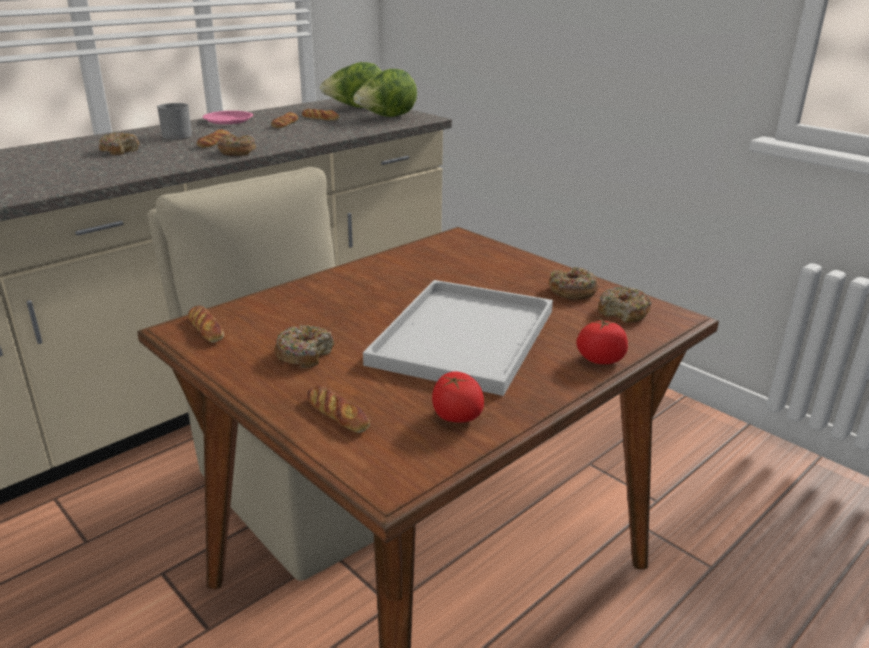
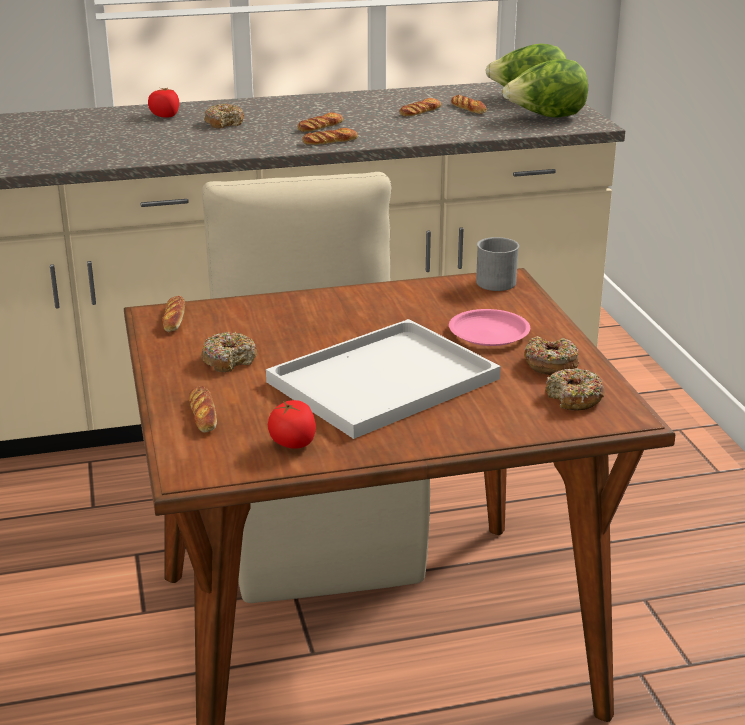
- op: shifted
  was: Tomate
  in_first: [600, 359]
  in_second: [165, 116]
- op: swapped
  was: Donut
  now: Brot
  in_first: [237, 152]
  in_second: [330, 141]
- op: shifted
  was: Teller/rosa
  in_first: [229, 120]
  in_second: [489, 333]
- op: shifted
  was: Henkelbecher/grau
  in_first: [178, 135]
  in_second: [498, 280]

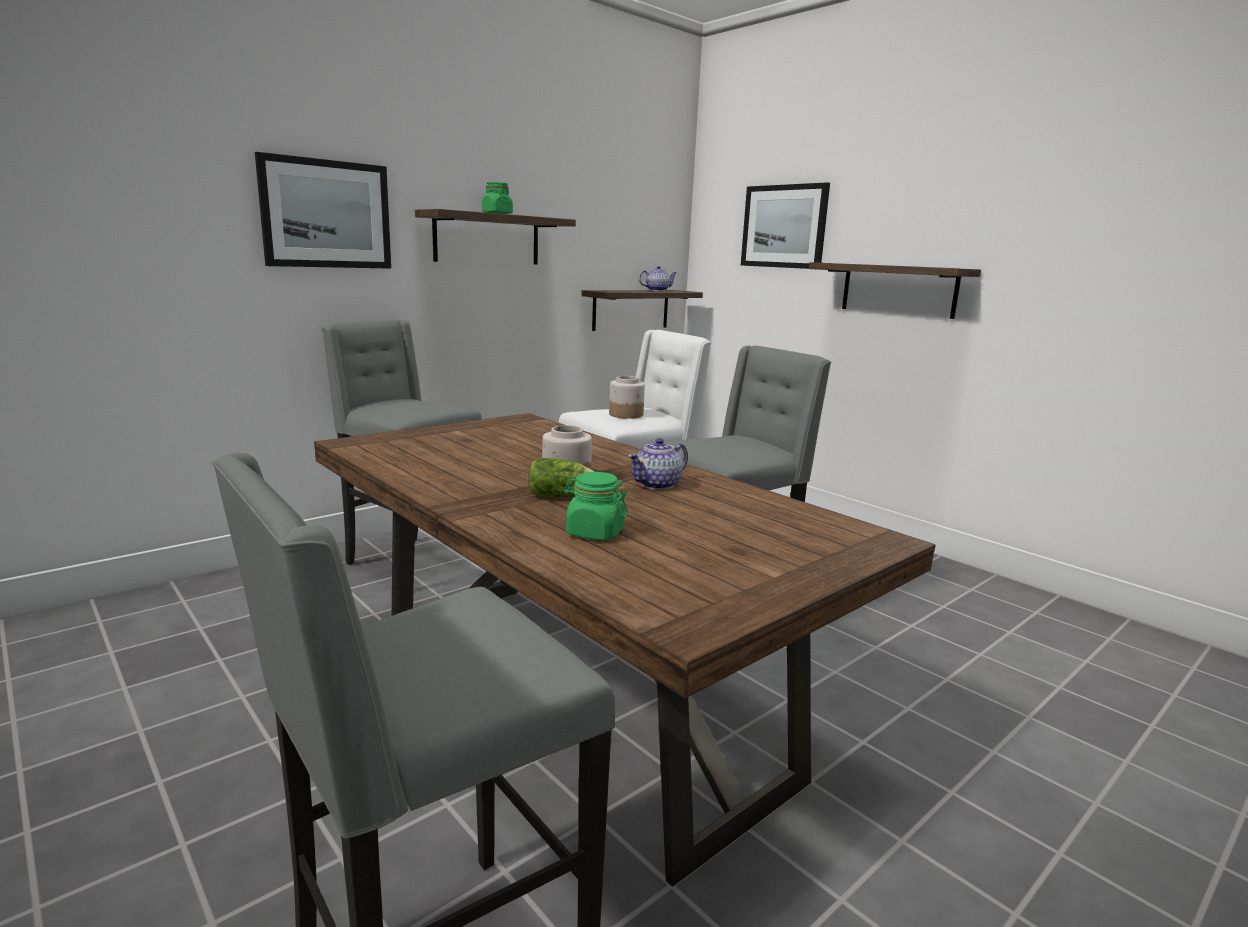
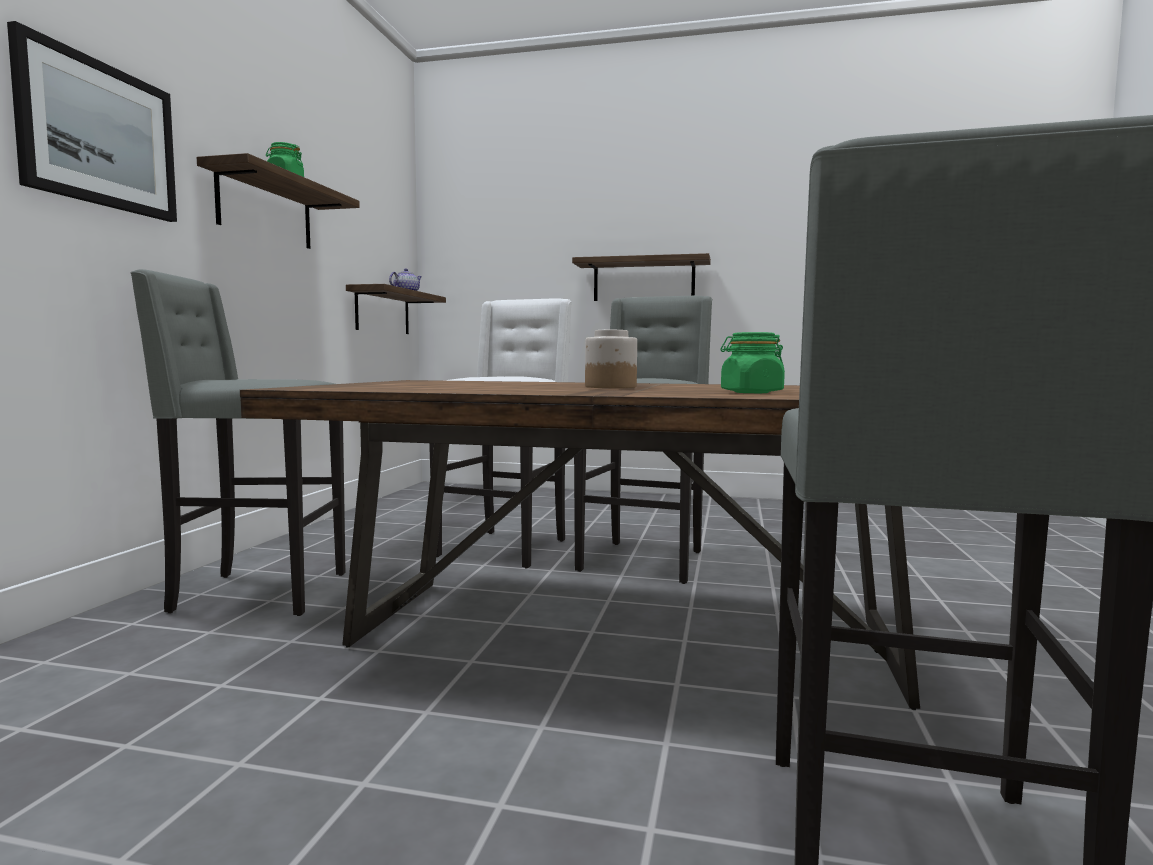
- op: gone
  was: Salatkopf
  in_first: [563, 496]
- op: gone
  was: Vorratsglas
  in_first: [626, 415]
- op: gone
  was: Teekanne
  in_first: [658, 485]
- op: gone
  was: Bild
  in_first: [784, 226]

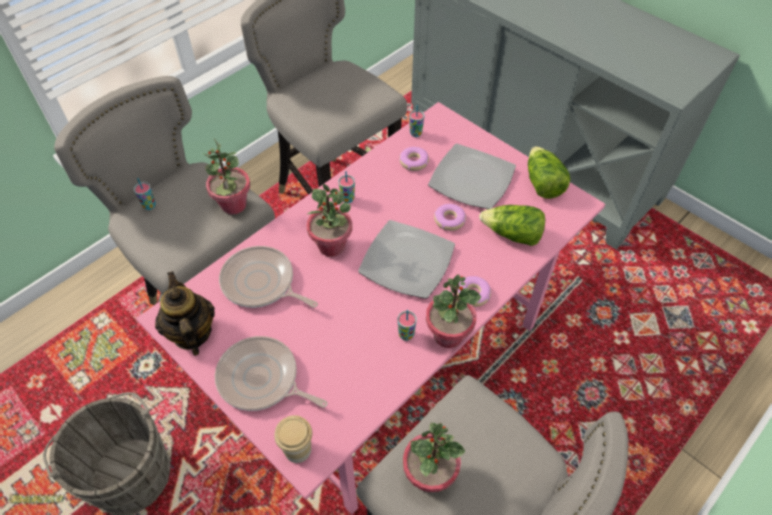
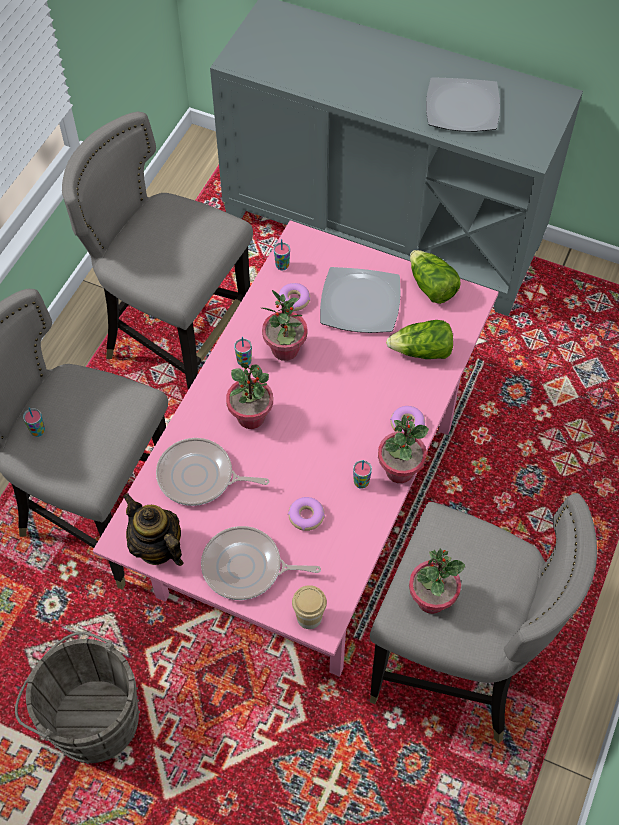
- op: shifted
  was: Topfpflanze
  in_first: [233, 205]
  in_second: [285, 350]
- op: shifted
  was: Donut
  in_first: [449, 220]
  in_second: [306, 516]
- op: shifted
  was: Teller
  in_first: [406, 262]
  in_second: [461, 108]

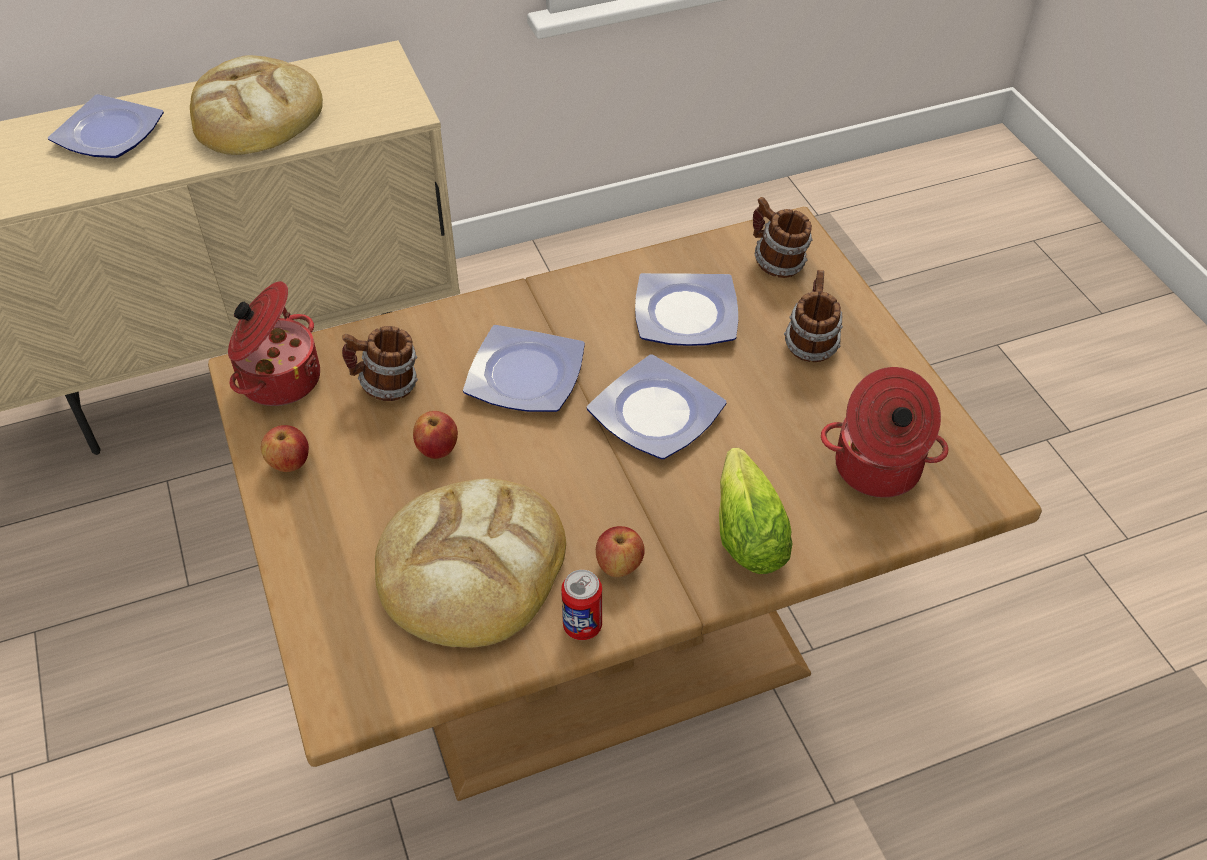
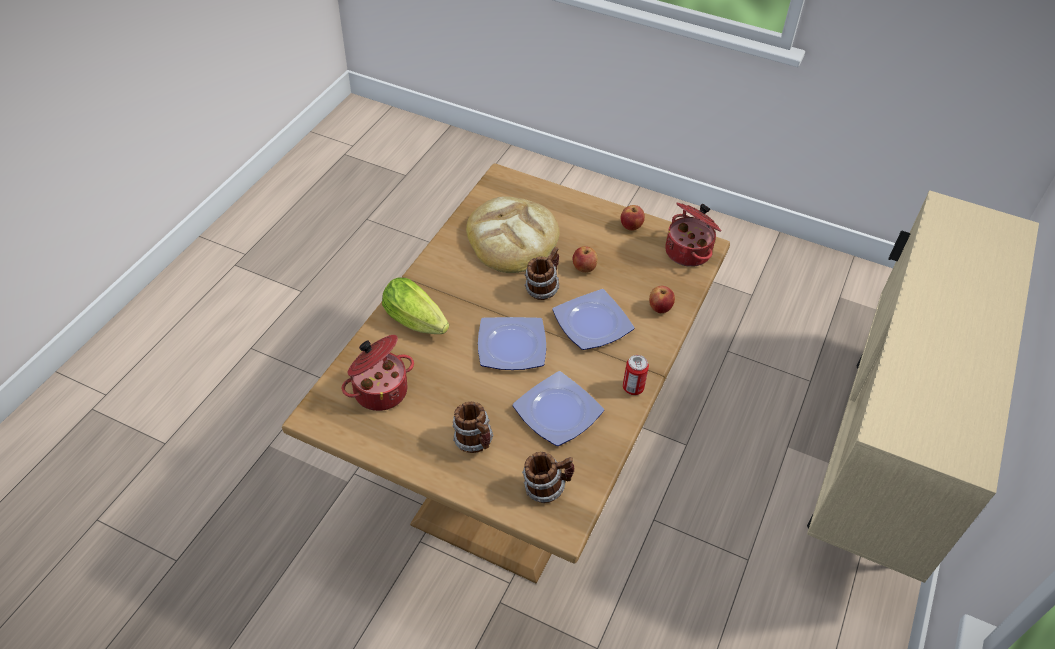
- op: shifted
  was: Henkelbecher
  in_first: [386, 386]
  in_second: [542, 288]
- op: shifted
  was: Dose
  in_first: [582, 626]
  in_second: [633, 388]
- op: shifted
  was: Apfel
  in_first: [619, 565]
  in_second: [660, 308]
- op: gone
  was: Teller
  in_first: [109, 135]
- op: gone
  was: Brot
  in_first: [256, 113]

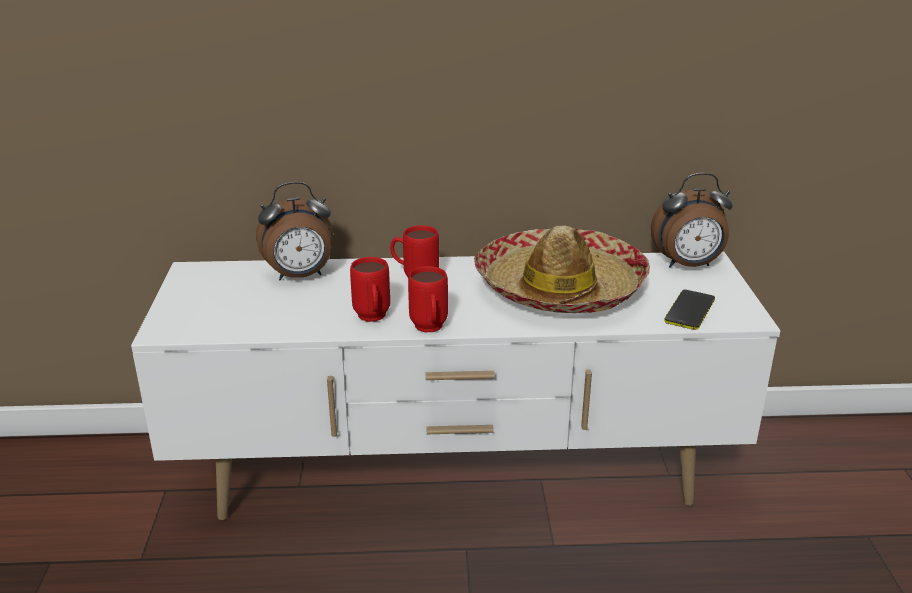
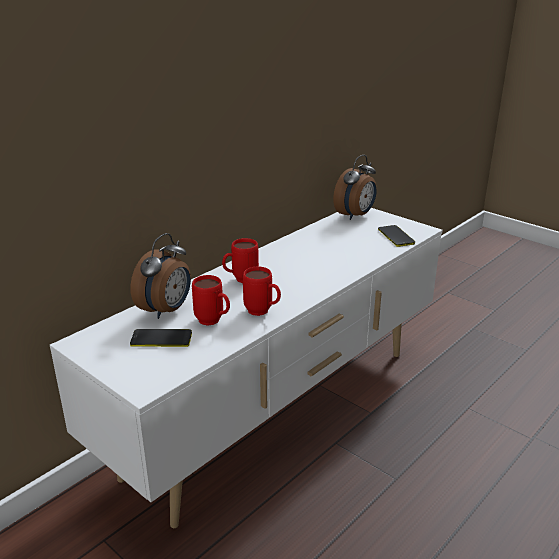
- op: new
  now: Handy
  in_second: [161, 339]
- op: shifted
  was: Henkelbecher/rot
  in_first: [429, 330]
  in_second: [213, 322]
- op: gone
  was: Hut
  in_first: [560, 288]

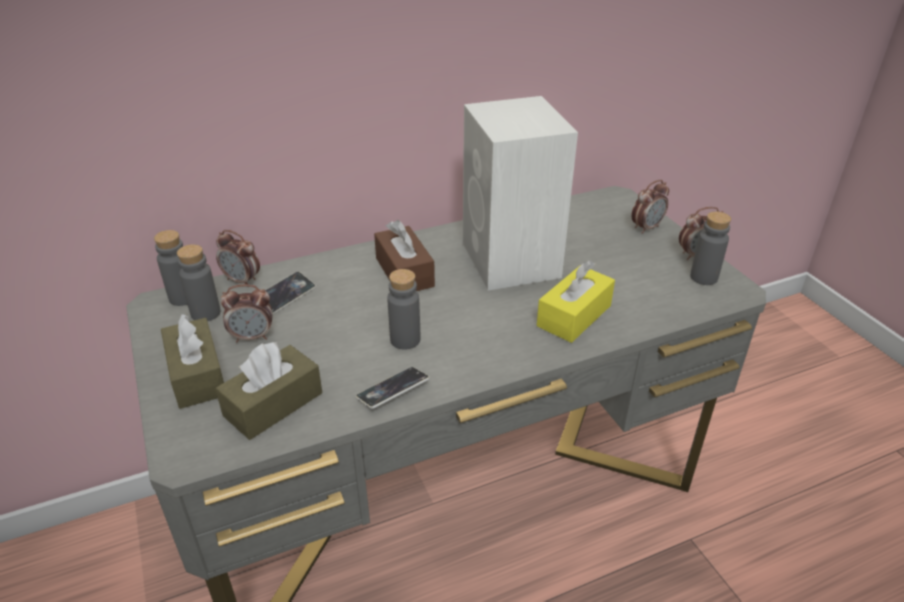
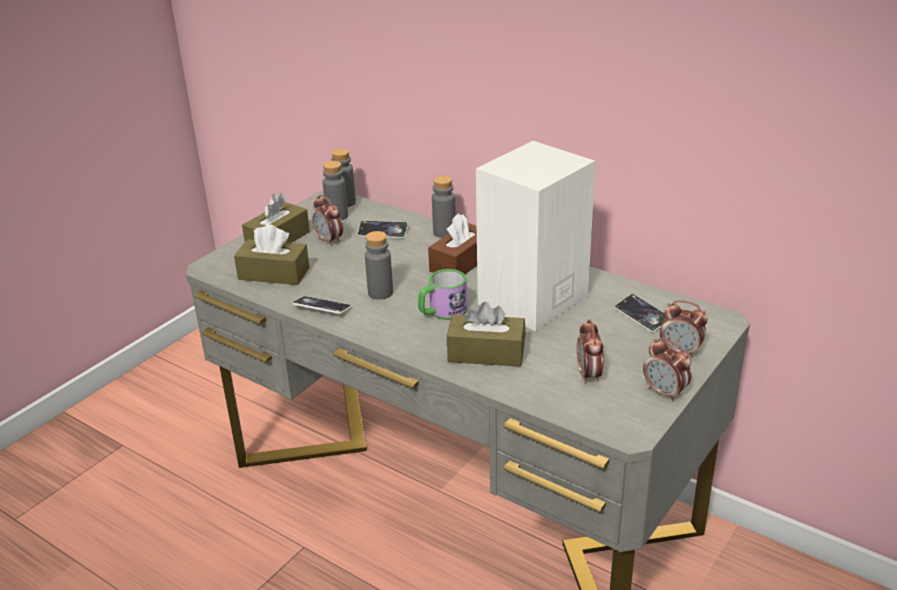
- op: new
  now: Henkelbecher
  in_second: [442, 312]
- op: shifted
  was: Flasche/grau
  in_first: [703, 277]
  in_second: [444, 233]
- op: repainted
  was: Taschentuchbox/gelb
  now: Taschentuchbox/braun
  in_first: [574, 316]
  in_second: [486, 353]
- op: shifted
  was: Wecker
  in_first: [242, 281]
  in_second: [589, 375]
- op: new
  now: Handy
  in_second: [642, 316]

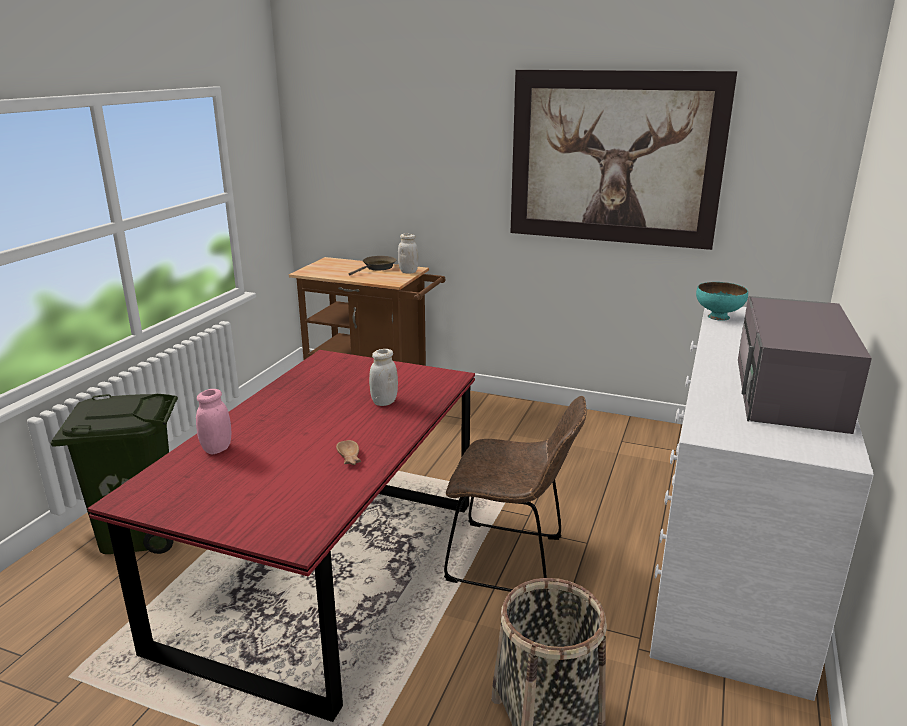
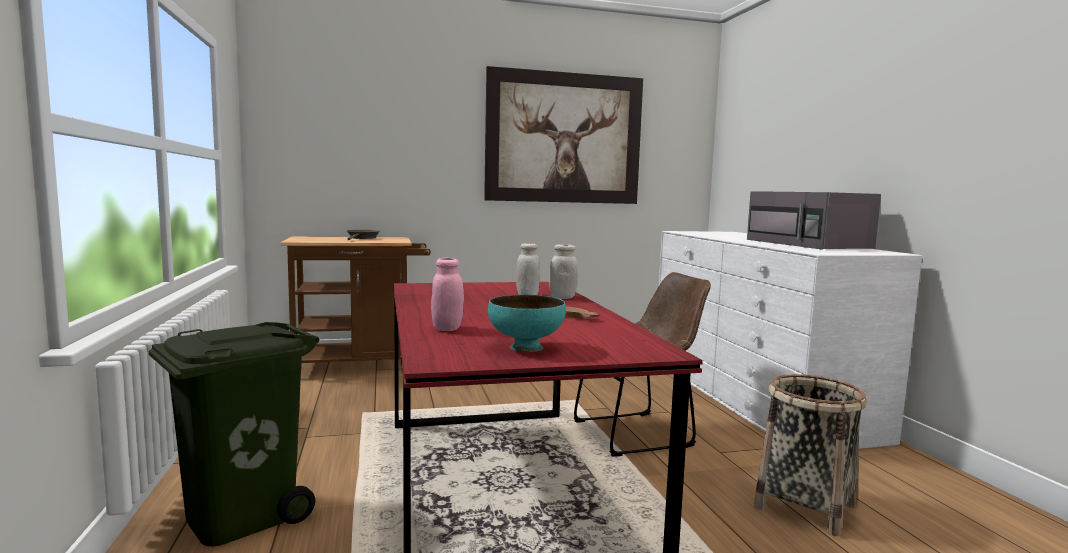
- op: shifted
  was: Schüssel/türkis
  in_first: [718, 316]
  in_second: [526, 347]
- op: shifted
  was: Vorratsglas/weiß
  in_first: [408, 272]
  in_second: [562, 297]

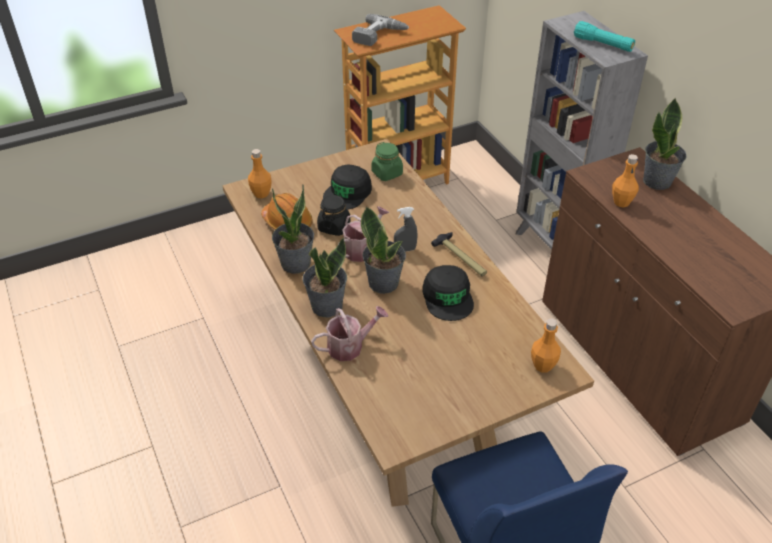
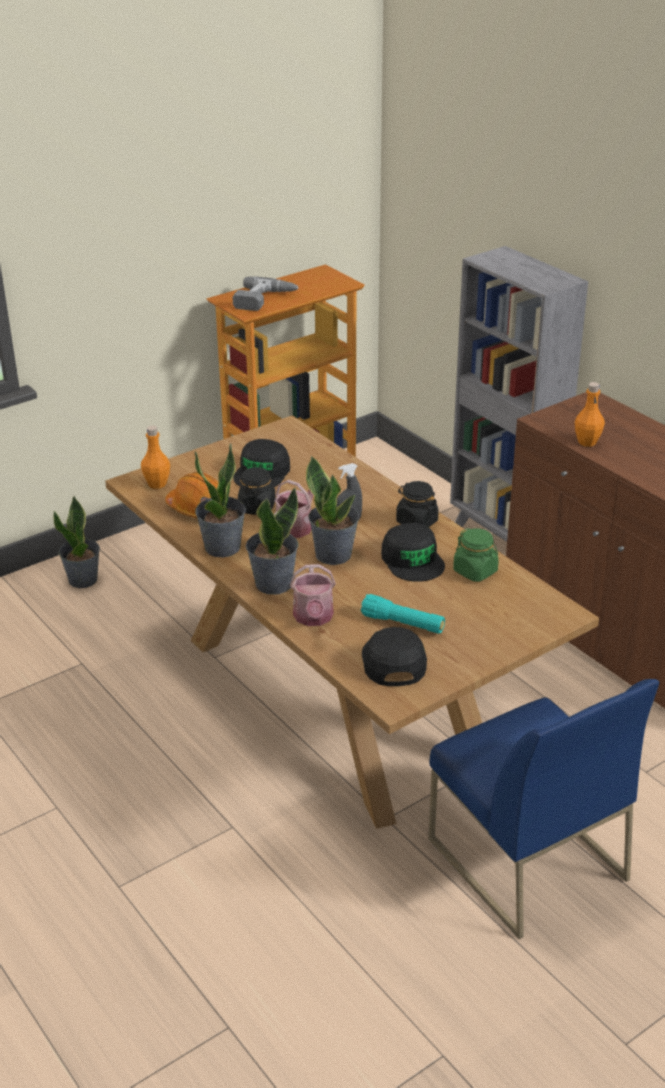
- op: shifted
  was: Topfpflanze
  in_first: [657, 181]
  in_second: [83, 580]
- op: rotated
  was: Gießkanne
  in_first: [350, 346]
  in_second: [313, 618]
  clockwise: 120
- op: shifted
  was: Taschenlampe/türkis
  in_first: [603, 44]
  in_second: [402, 623]
- op: new
  now: Kappe/schwarz
  in_second: [393, 661]
- op: swapped
  was: Hammer
  now: Vorratsglas/schwarz
  in_first: [461, 258]
  in_second: [416, 522]
- op: shifted
  was: Vorratsglas/grün
  in_first: [387, 173]
  in_second: [475, 571]
- op: gone
  was: Flasche/orange
  in_first: [543, 365]

